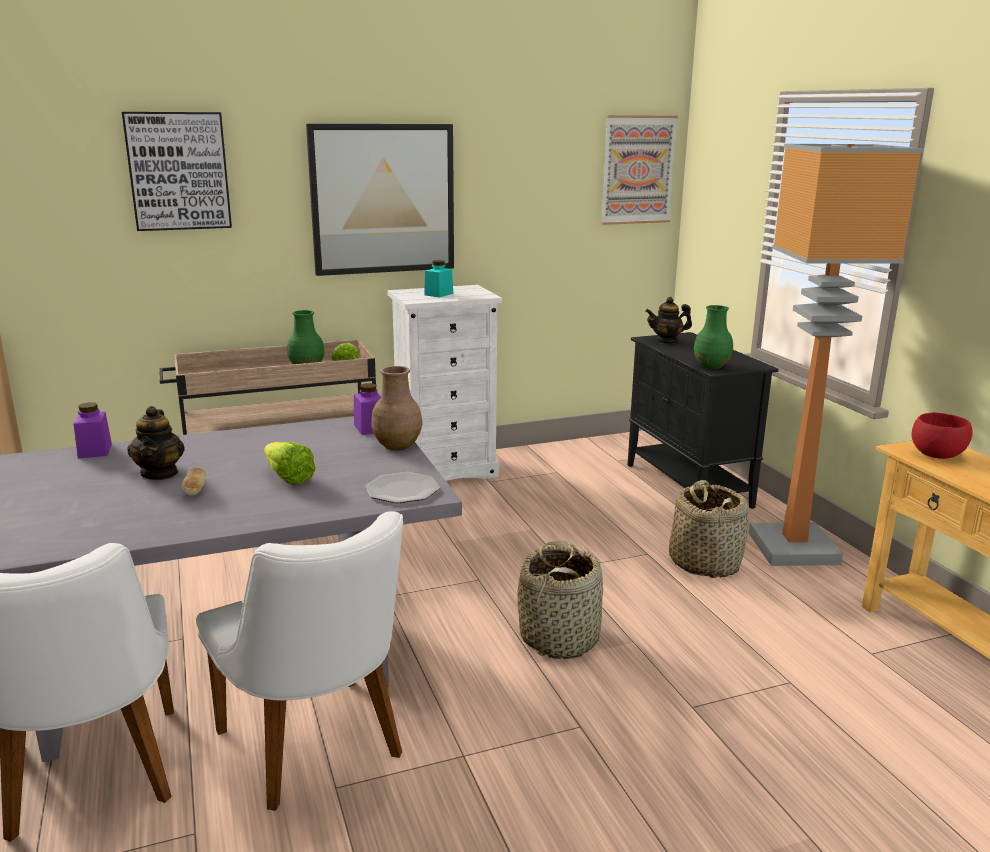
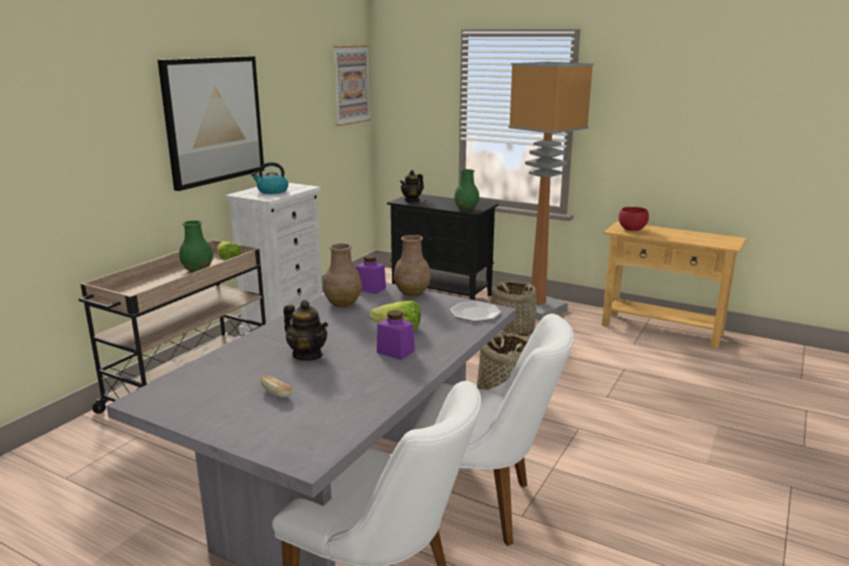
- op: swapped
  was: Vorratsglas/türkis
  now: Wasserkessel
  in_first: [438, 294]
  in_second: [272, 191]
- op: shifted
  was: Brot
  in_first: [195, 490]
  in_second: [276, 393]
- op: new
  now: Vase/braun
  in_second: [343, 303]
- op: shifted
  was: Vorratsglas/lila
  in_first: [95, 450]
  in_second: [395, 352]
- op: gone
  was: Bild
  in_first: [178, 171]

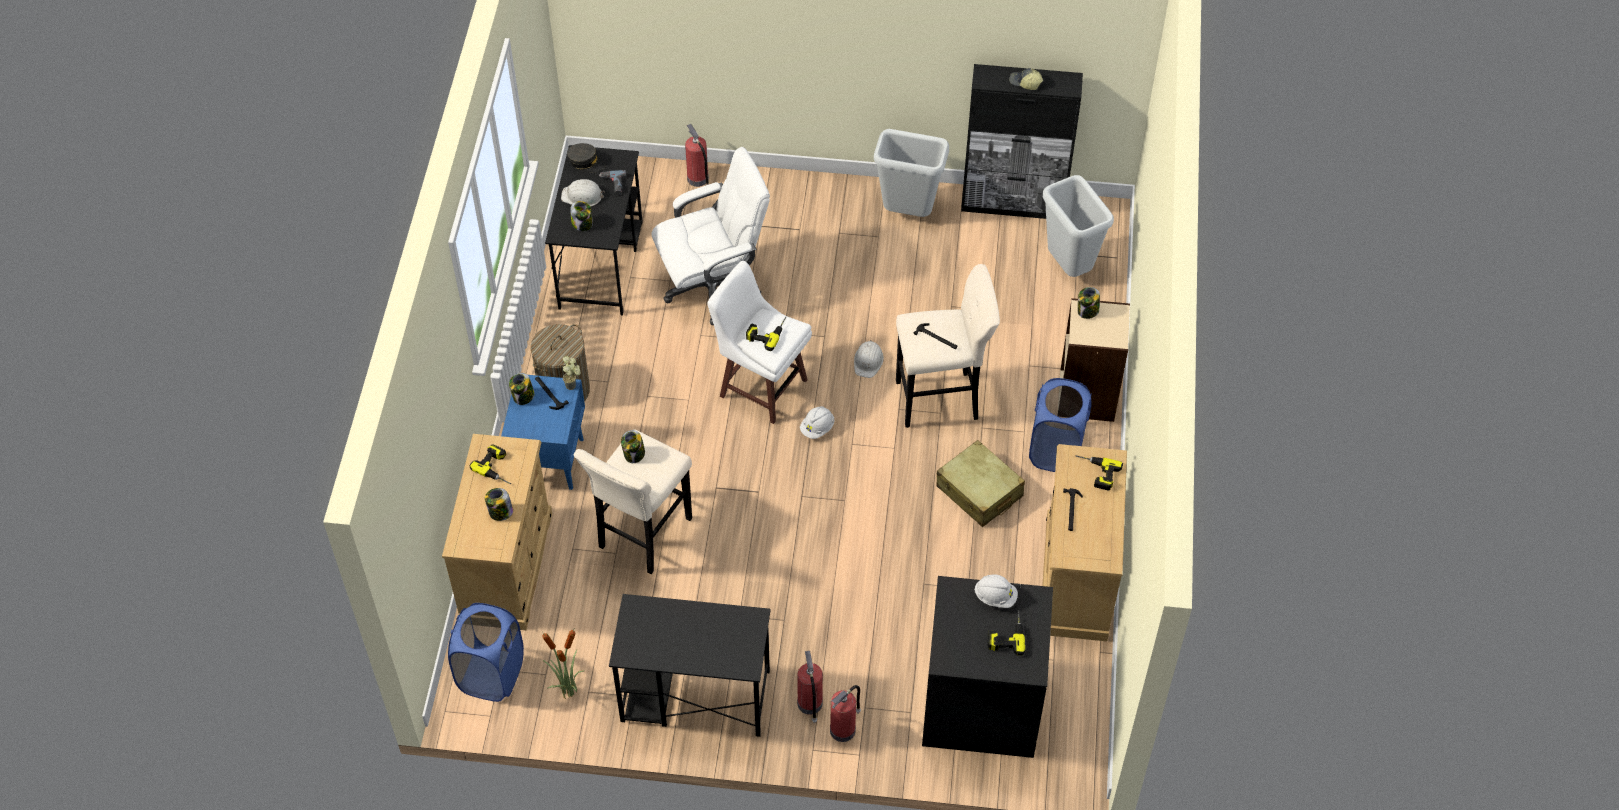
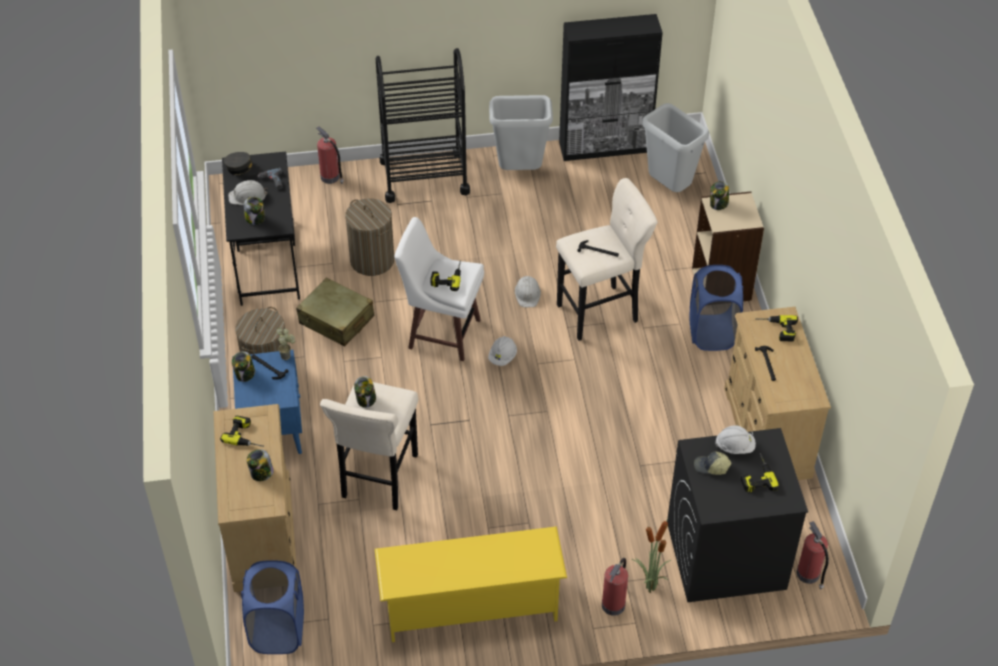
- op: shifted
  was: Koffer/beige
  in_first: [979, 491]
  in_second: [336, 320]
- op: swapped
  was: Bürostuhl/weiß
  now: Wäschekorb
  in_first: [713, 286]
  in_second: [372, 260]
- op: swapped
  was: Schreibtisch/schwarz
  now: Schuhregal/gelb
  in_first: [694, 696]
  in_second: [470, 606]
- op: new
  now: Rollwagen/schwarz
  in_second: [424, 176]
- op: shifted
  was: Topfpflanze
  in_first: [567, 691]
  in_second: [649, 586]
- op: shifted
  was: Kappe
  in_first: [1025, 83]
  in_second: [711, 467]
- op: shifted
  was: Feuerlöscher
  in_first: [810, 704]
  in_second: [809, 574]

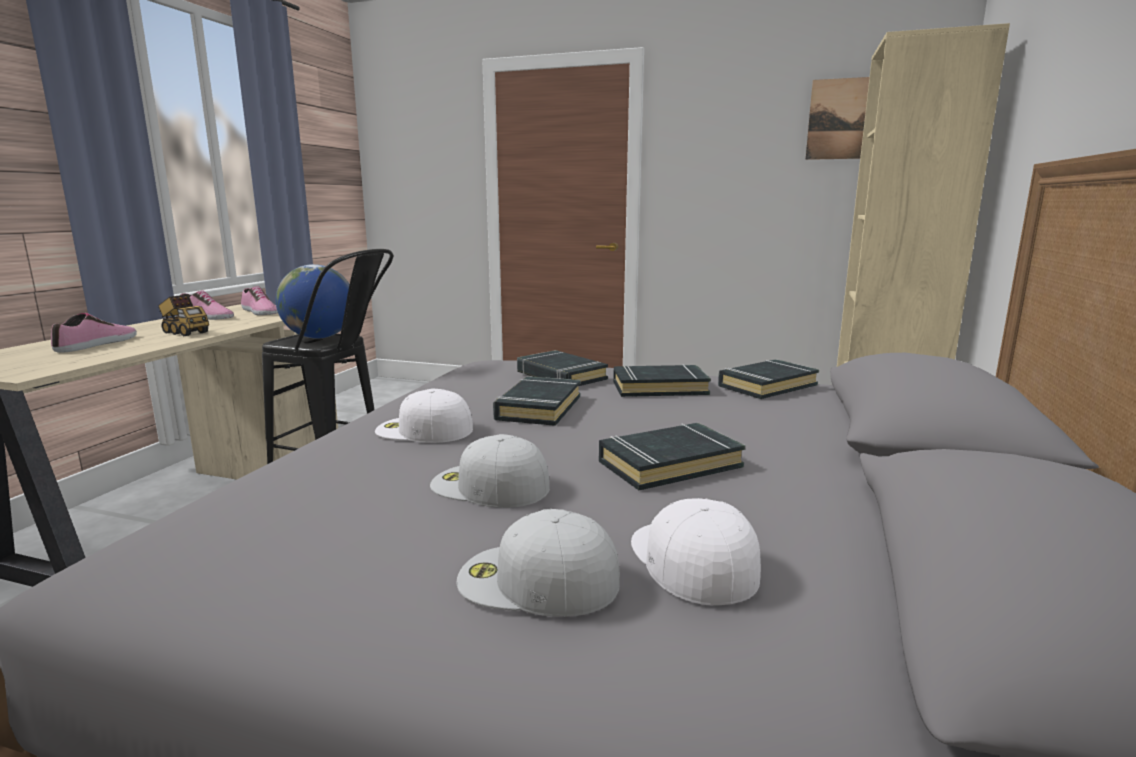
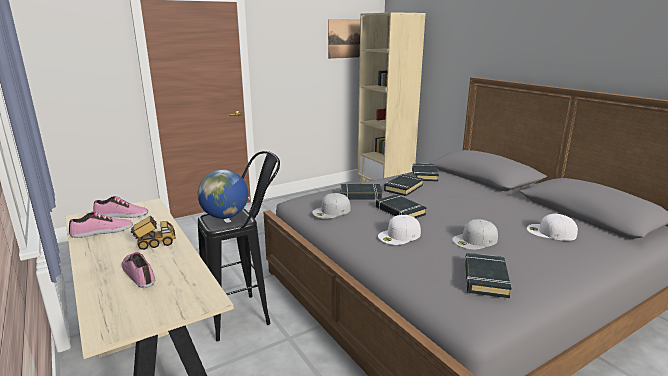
- op: shifted
  was: Kappe/weiß
  in_first: [536, 580]
  in_second: [331, 211]
- op: shifted
  was: Buch/schwarz
  in_first: [669, 464]
  in_second: [485, 279]

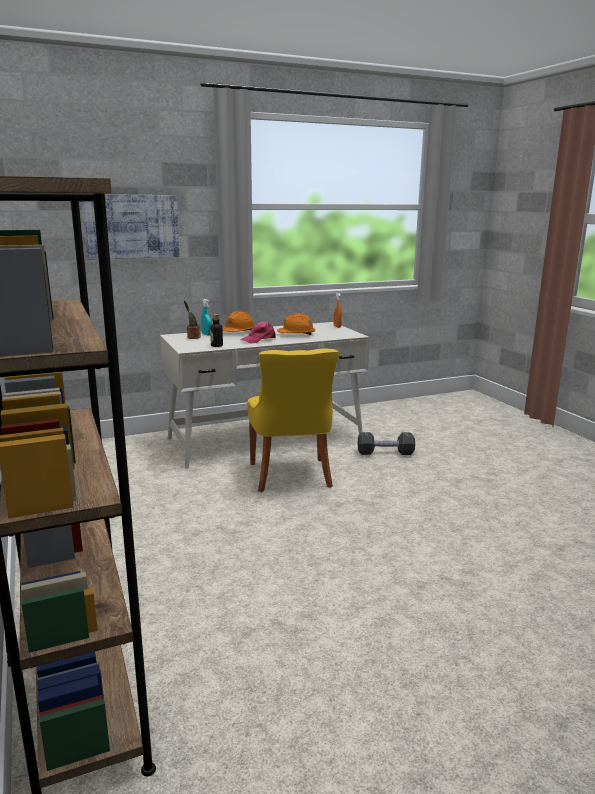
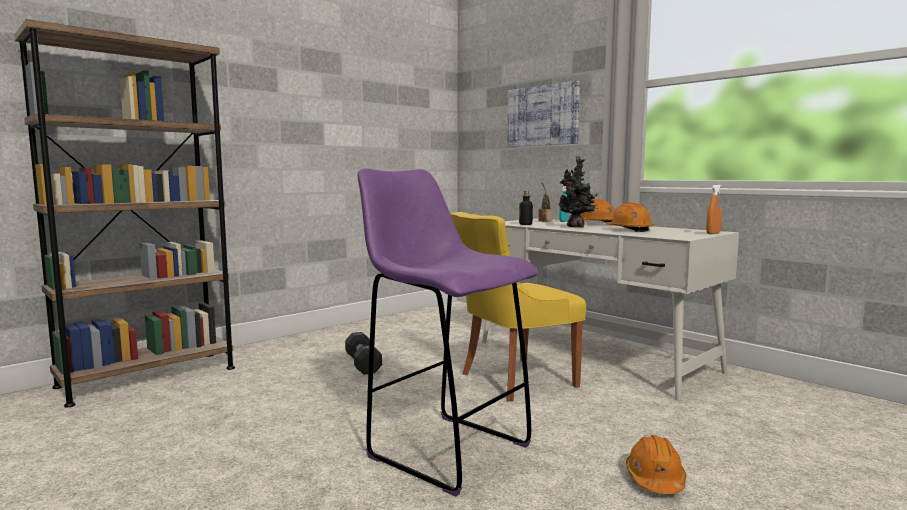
- op: shifted
  was: Hantel/schwarz
  in_first: [385, 453]
  in_second: [363, 364]
- op: new
  now: Hocker/lila
  in_second: [445, 449]
- op: swapped
  was: Kappe/rosa
  now: Topfpflanze
  in_first: [259, 339]
  in_second: [576, 227]
- op: new
  now: Schutzhelm/orange
  in_second: [655, 479]

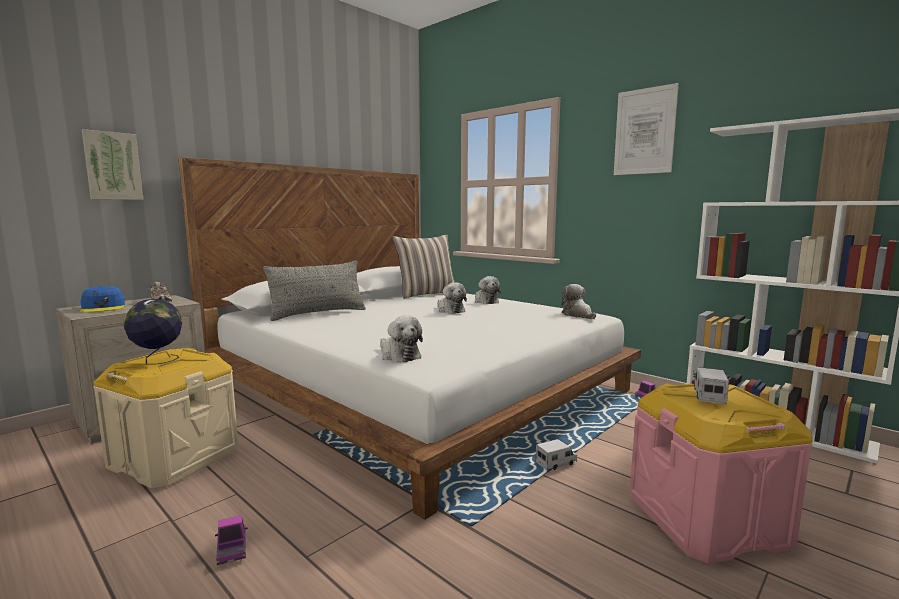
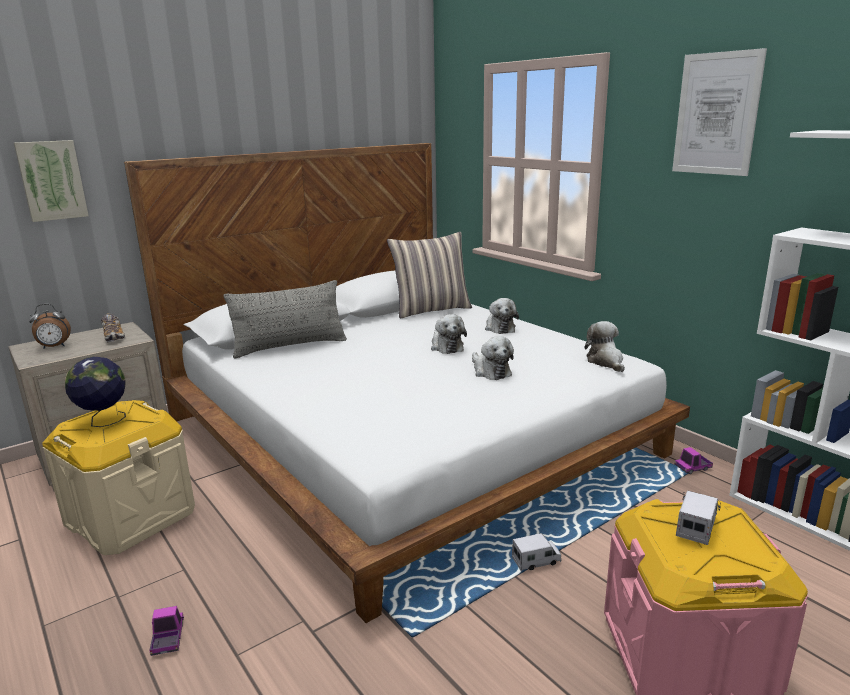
- op: swapped
  was: Kappe/blau
  now: Wecker
  in_first: [103, 308]
  in_second: [54, 347]
- op: shifted
  was: Plüschtier
  in_first: [399, 355]
  in_second: [490, 371]

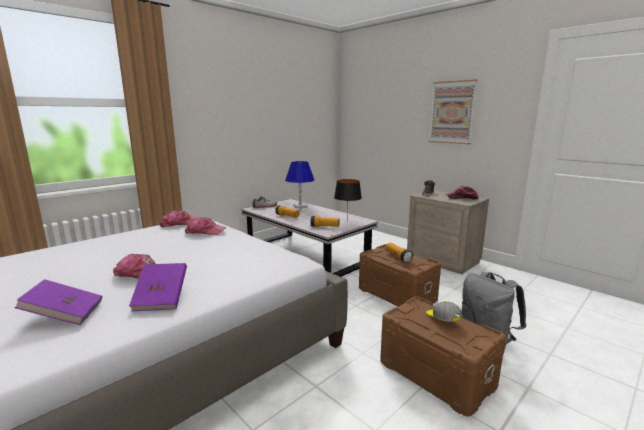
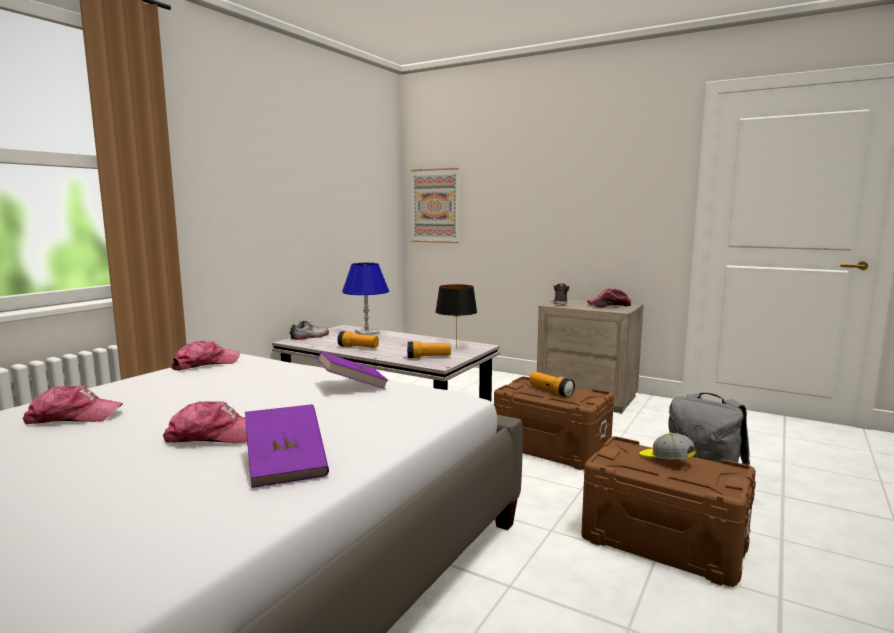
- op: shifted
  was: Kappe
  in_first: [205, 232]
  in_second: [73, 417]
- op: shifted
  was: Buch/lila
  in_first: [65, 315]
  in_second: [352, 386]
- op: shifted
  was: Bild
  in_first: [452, 112]
  in_second: [435, 206]

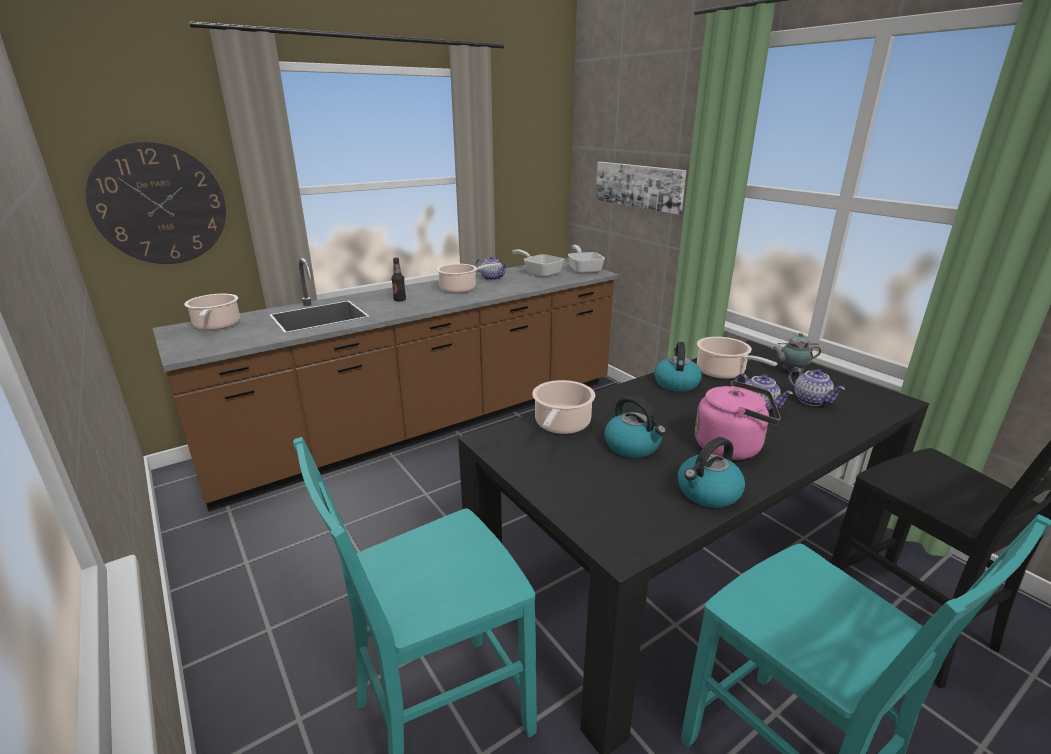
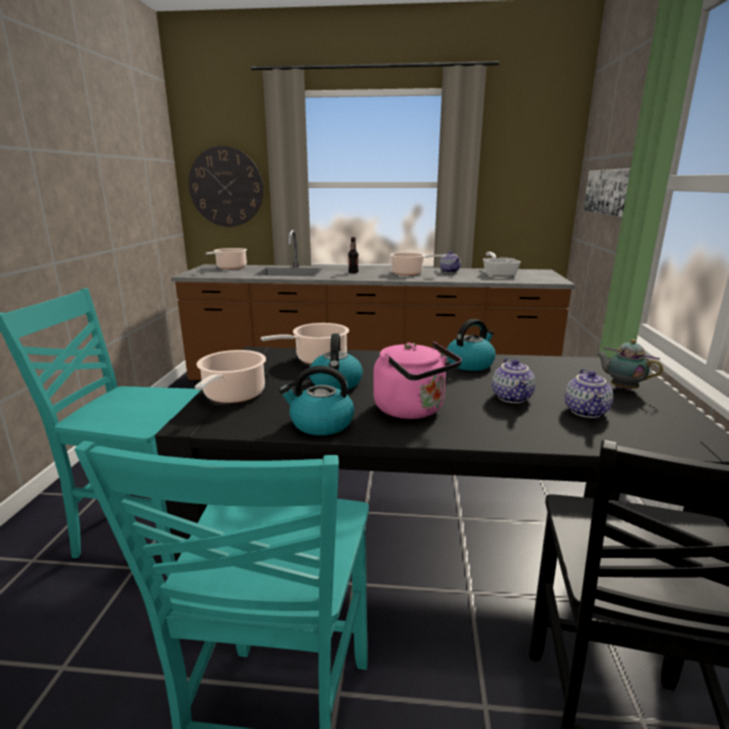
- op: shifted
  was: Kochtopf
  in_first: [723, 373]
  in_second: [233, 396]
- op: gone
  was: Pfanne
  in_first: [584, 269]

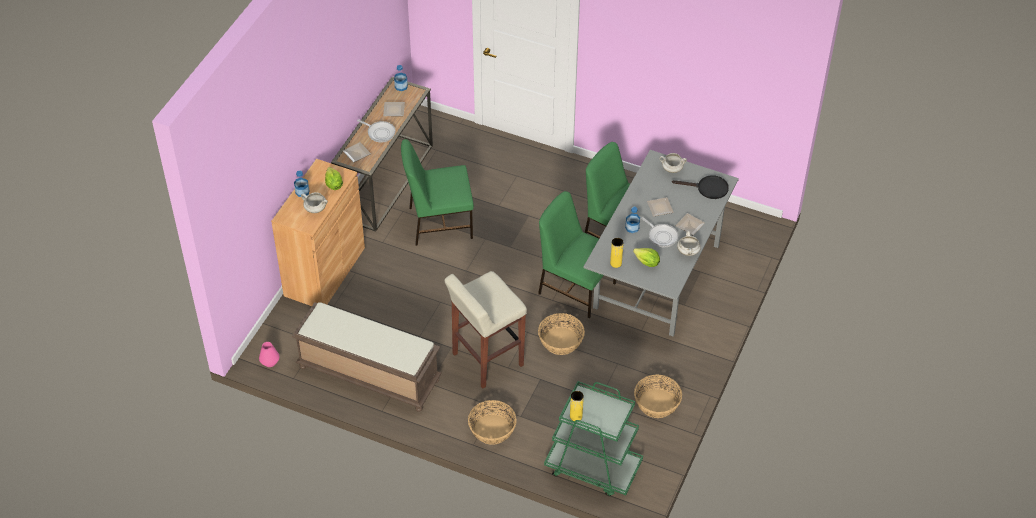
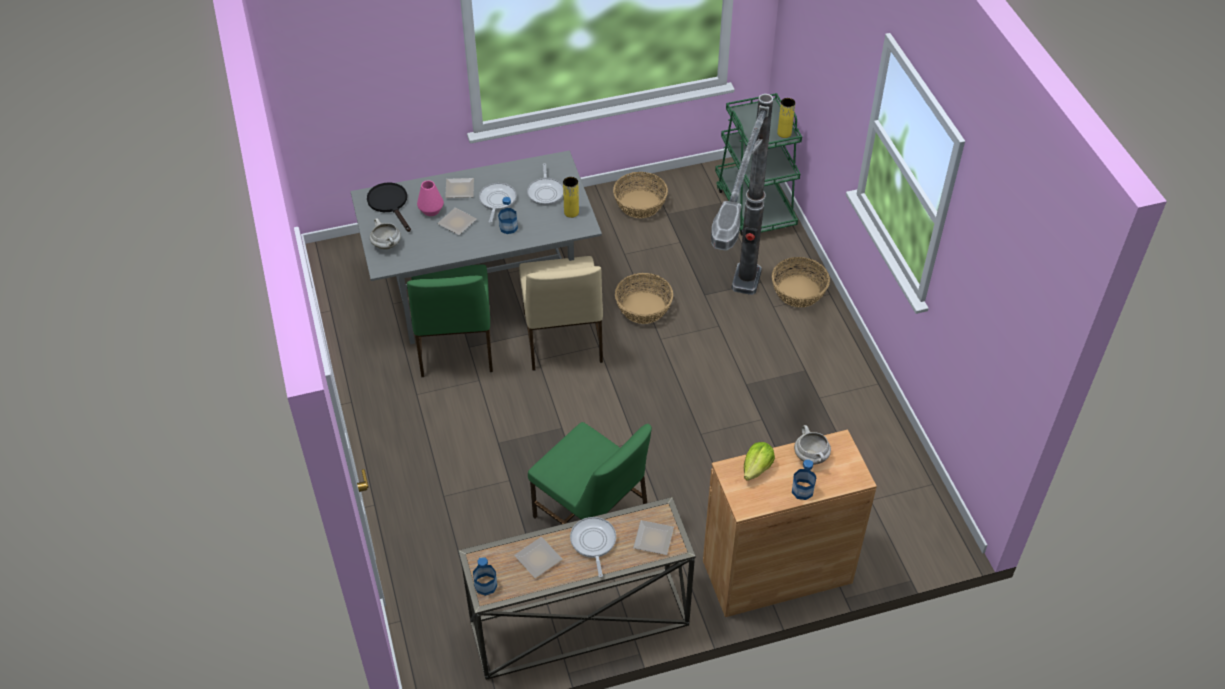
- op: shifted
  was: Vase/rosa
  in_first: [270, 362]
  in_second: [431, 210]
- op: repainted
  was: Stuhl/grün
  now: Stuhl/beige
  in_first: [576, 287]
  in_second: [562, 338]
- op: swapped
  was: Salatkopf
  now: Pfanne
  in_first: [647, 263]
  in_second: [546, 192]
- op: swapped
  was: Hocker/beige
  now: Stehlampe
  in_first: [486, 360]
  in_second: [729, 347]
- op: gone
  was: Bank/braun
  in_first: [368, 374]
- op: gone
  was: Kochtopf/weiß
  in_first: [688, 252]

